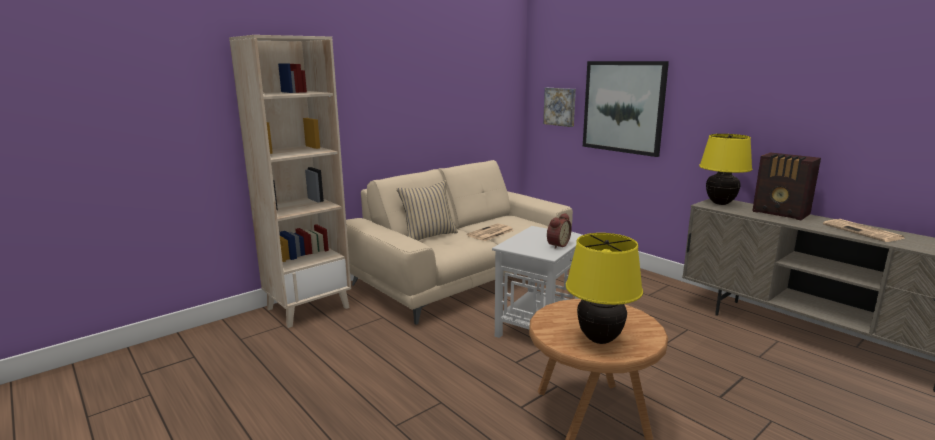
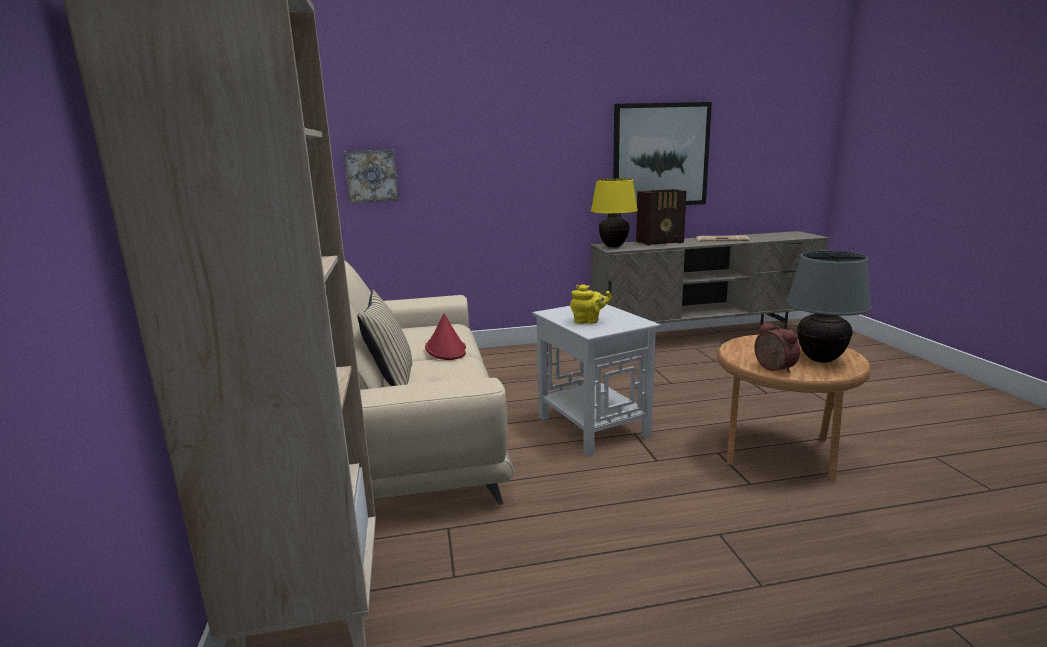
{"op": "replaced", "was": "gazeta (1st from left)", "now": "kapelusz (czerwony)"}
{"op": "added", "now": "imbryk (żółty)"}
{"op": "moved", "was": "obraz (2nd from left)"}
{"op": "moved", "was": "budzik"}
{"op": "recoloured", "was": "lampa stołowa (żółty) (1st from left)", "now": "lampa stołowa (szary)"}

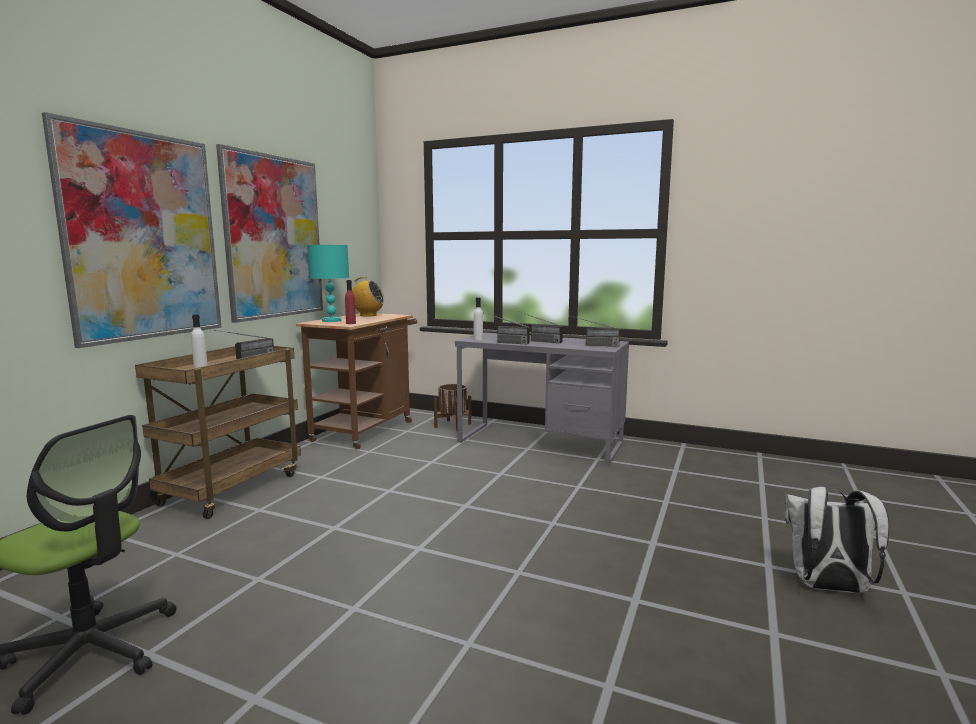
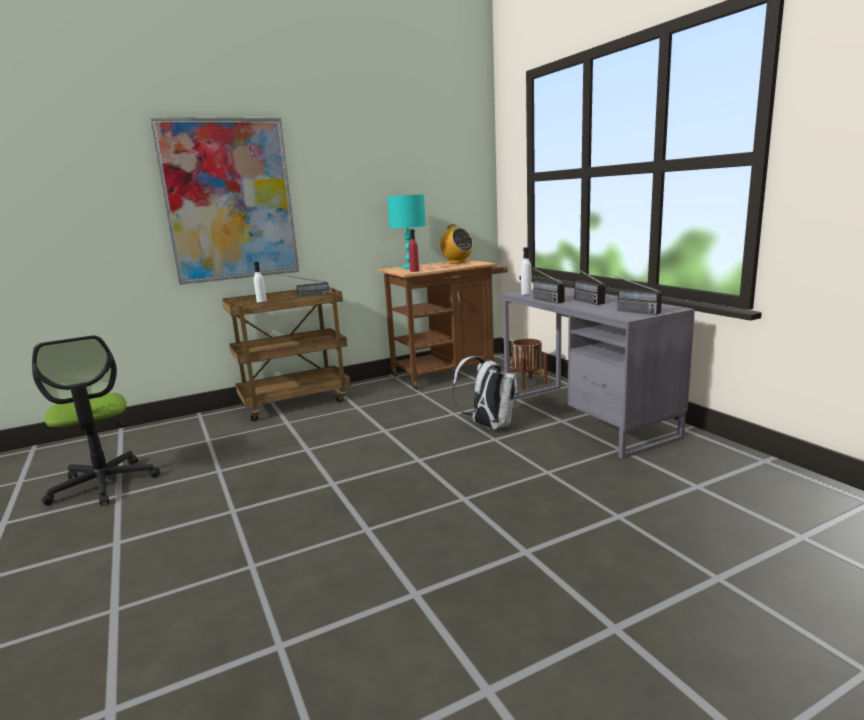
{"op": "moved", "was": "plecak (biały)"}
{"op": "removed", "was": "obraz (2nd from left)"}

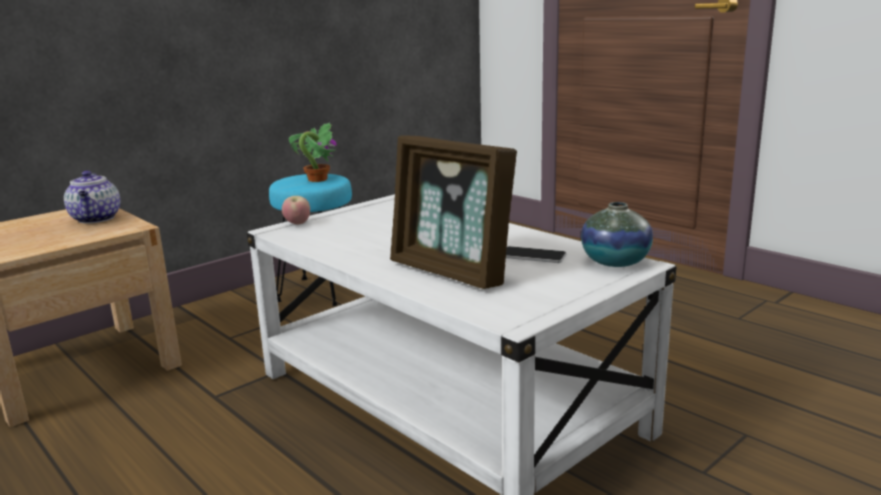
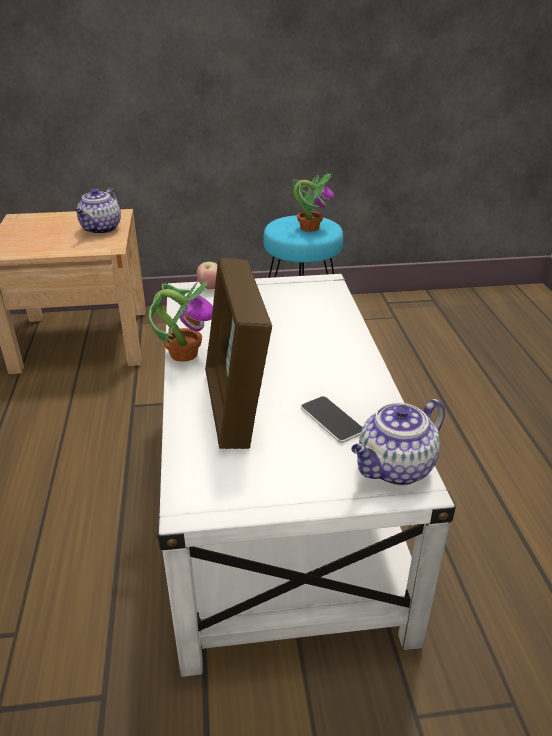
{"op": "added", "now": "roślina doniczkowa (1st from left)"}
{"op": "replaced", "was": "wazon", "now": "imbryk (2nd from left)"}

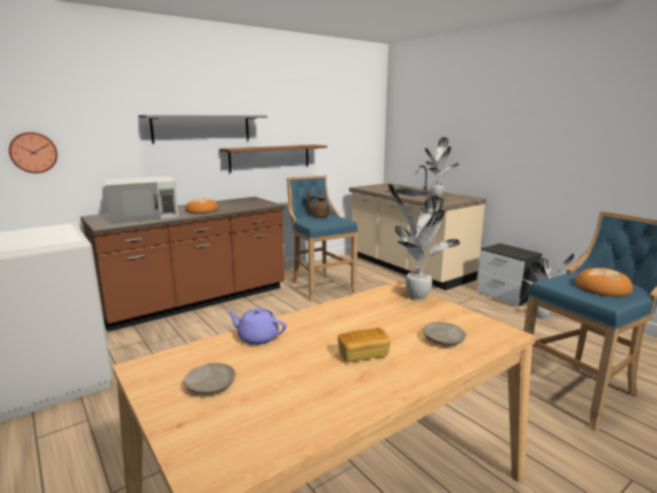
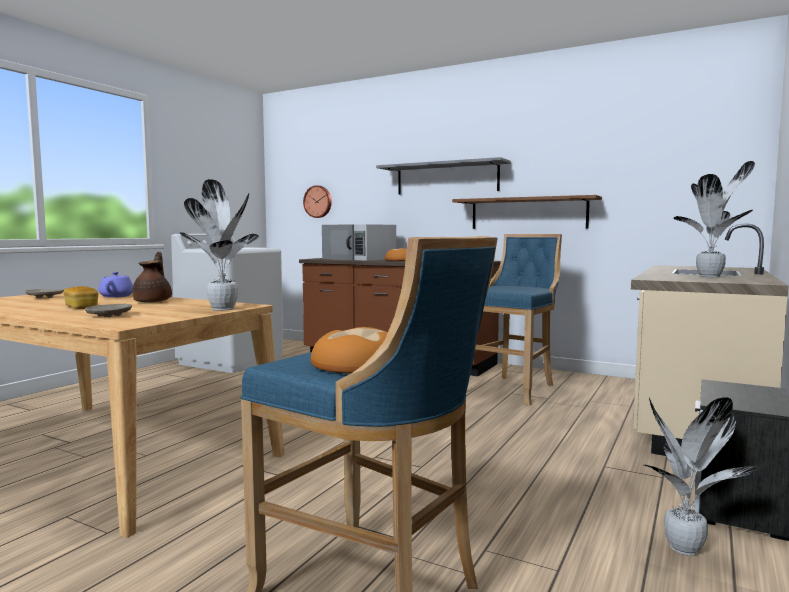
{"op": "moved", "was": "imbryk (brązowy)"}

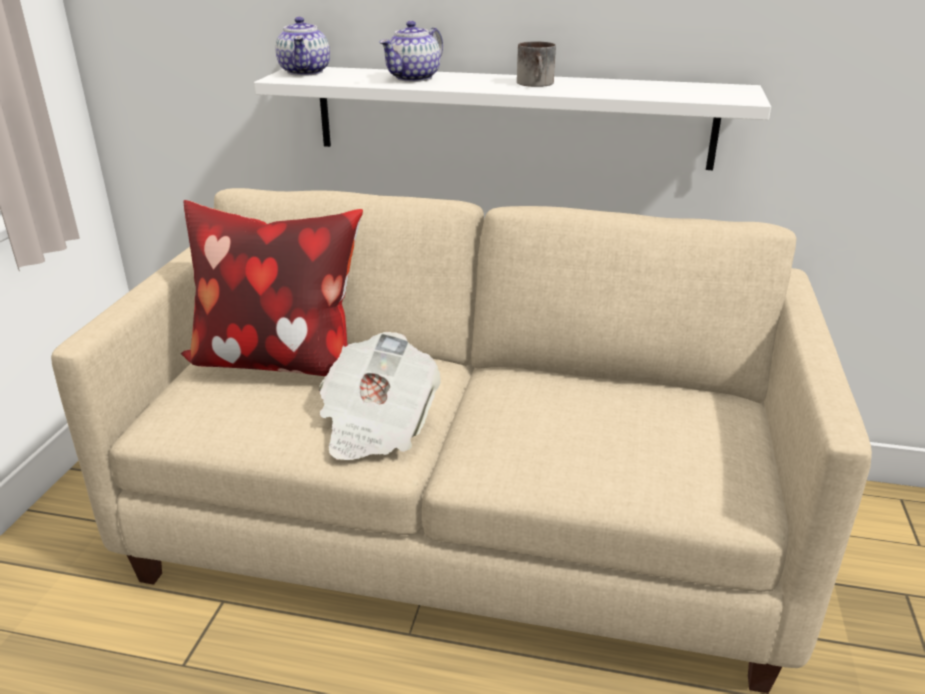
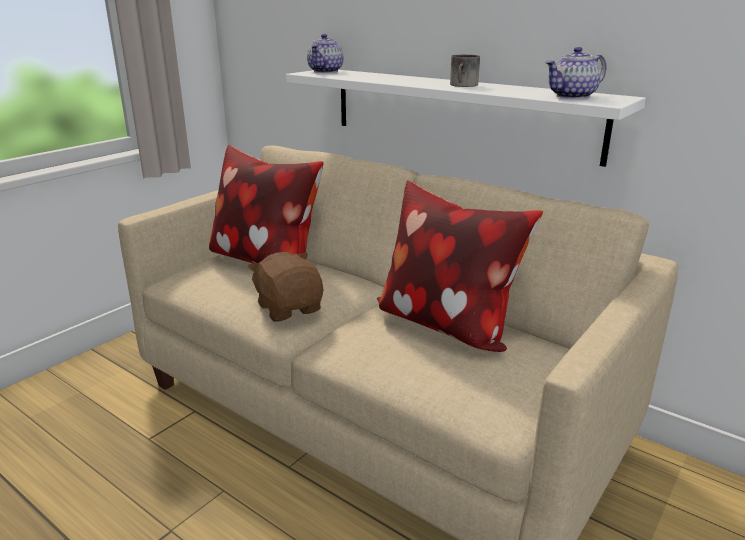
{"op": "replaced", "was": "gazeta", "now": "pluszak (brązowy)"}
{"op": "added", "now": "poduszka (2nd from left)"}
{"op": "moved", "was": "imbryk (2nd from left)"}

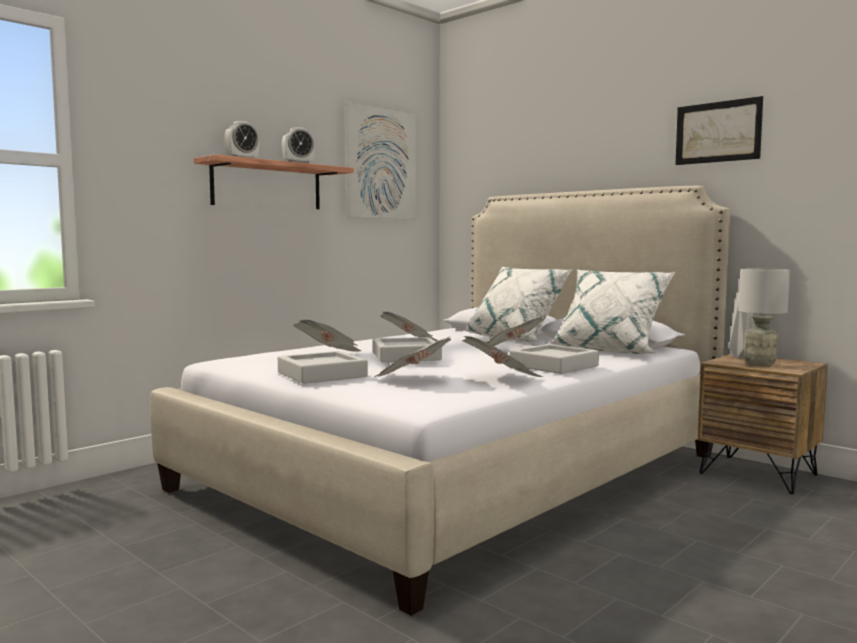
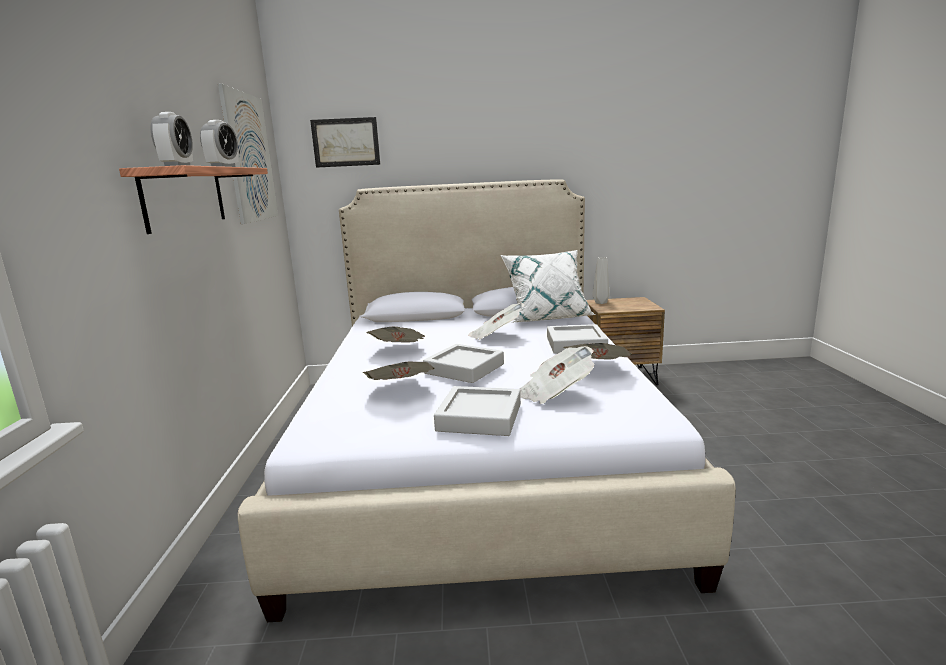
{"op": "moved", "was": "obraz (2nd from left)"}
{"op": "removed", "was": "poduszka (biały) (1st from left)"}
{"op": "removed", "was": "lampa stołowa (szary)"}

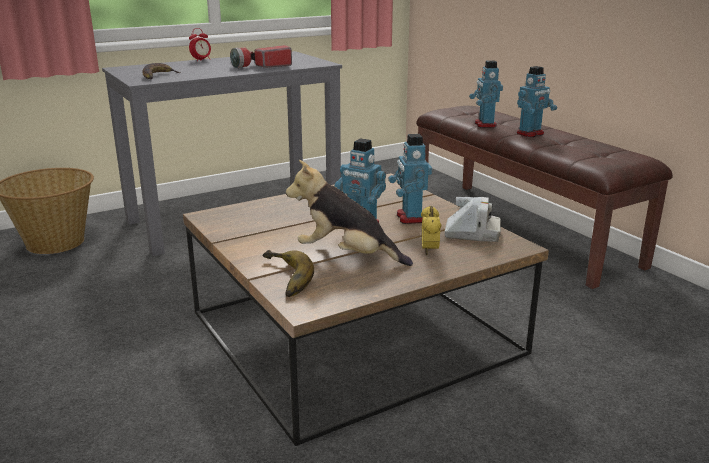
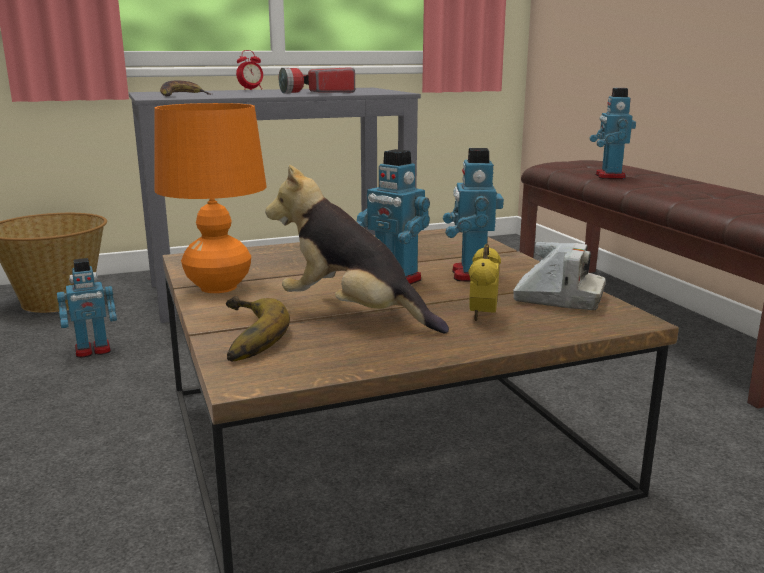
{"op": "moved", "was": "robot zabawkowy (4th from left in the first image)", "now": "robot zabawkowy (1st from left)"}
{"op": "added", "now": "lampa stołowa (pomarańczowy)"}

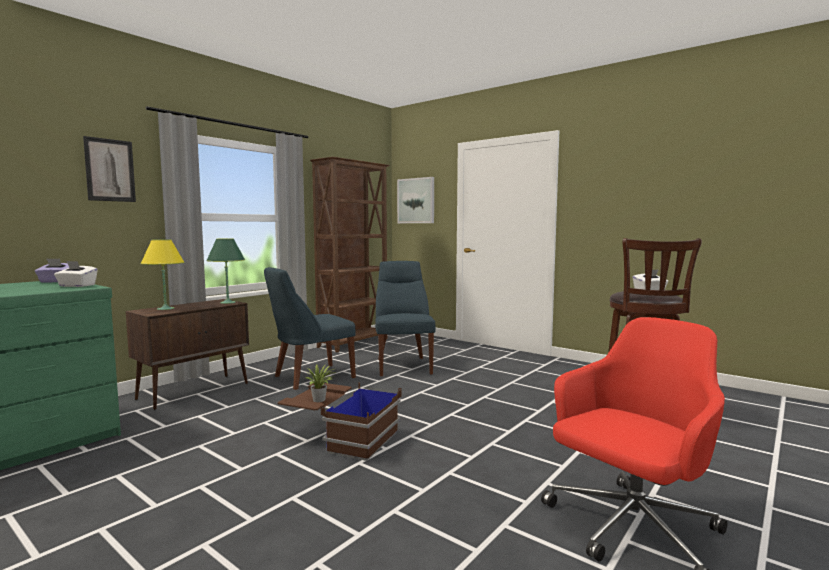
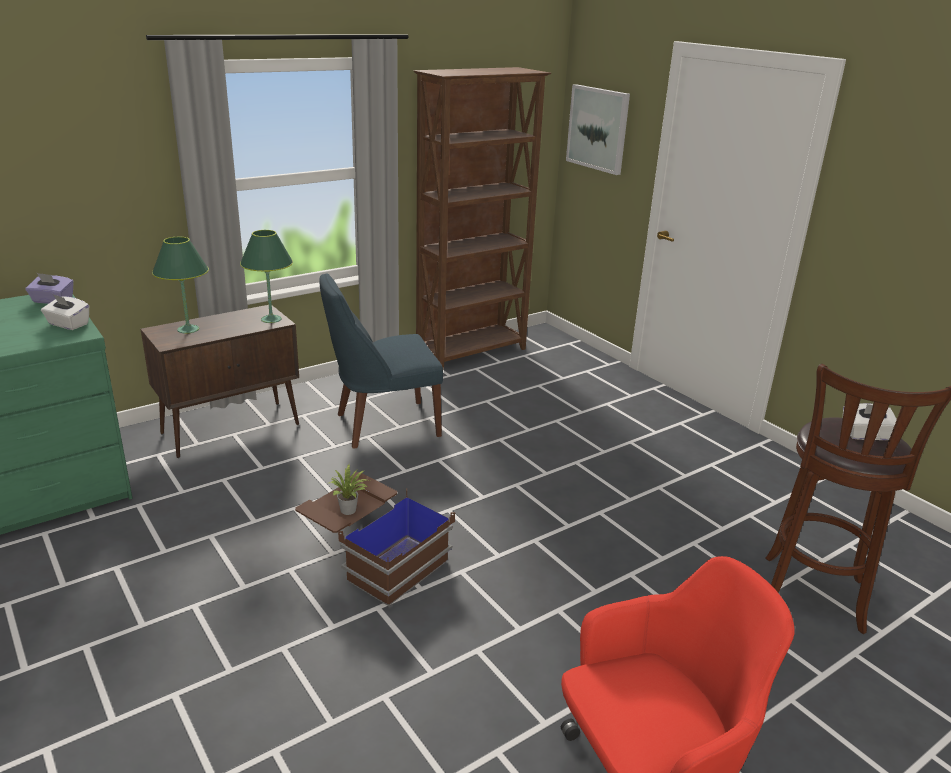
{"op": "recoloured", "was": "lampa stołowa (żółty)", "now": "lampa stołowa (zielony) (1st from left)"}
{"op": "removed", "was": "obraz (1st from left)"}
{"op": "removed", "was": "krzesło (niebieski) (2nd from left)"}

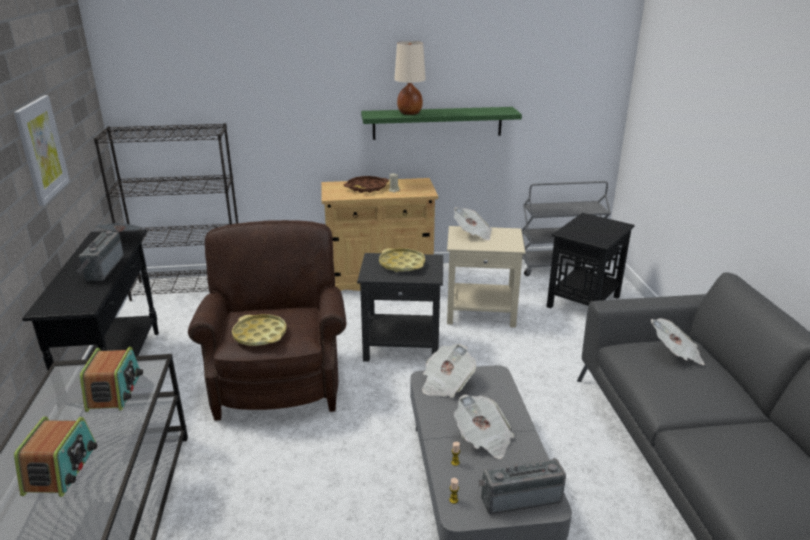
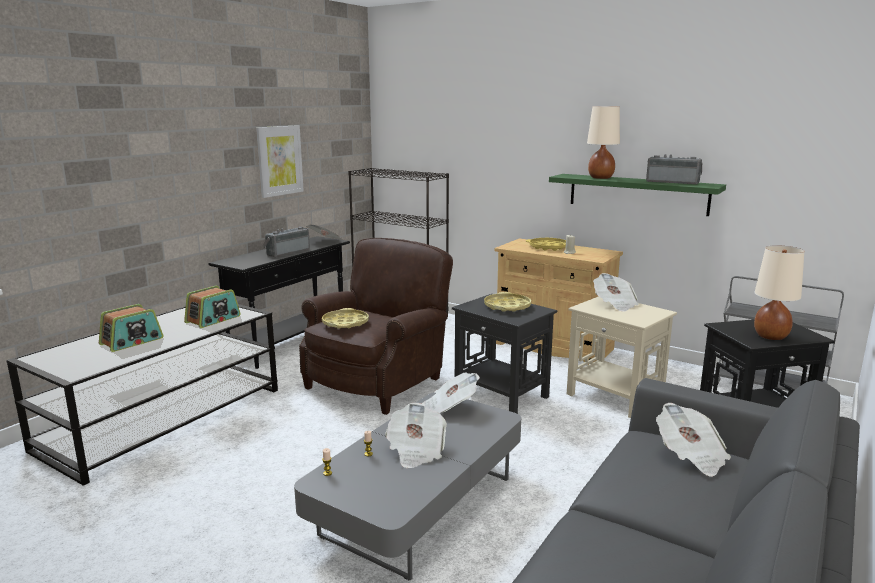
{"op": "recoloured", "was": "taca (brązowy)", "now": "taca (żółty) (3rd from left)"}
{"op": "moved", "was": "radio (4th from left)"}
{"op": "added", "now": "lampa stołowa (beżowy) (2nd from left)"}

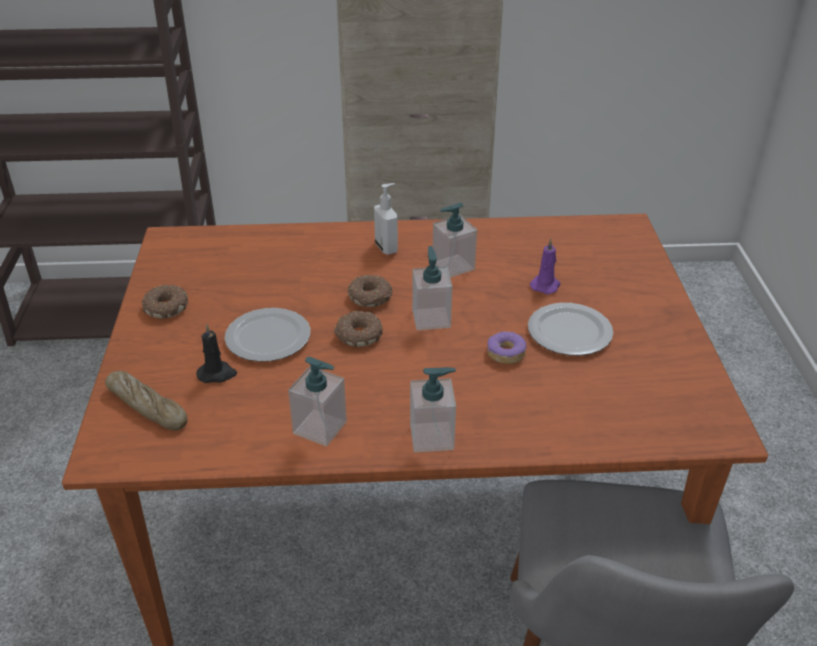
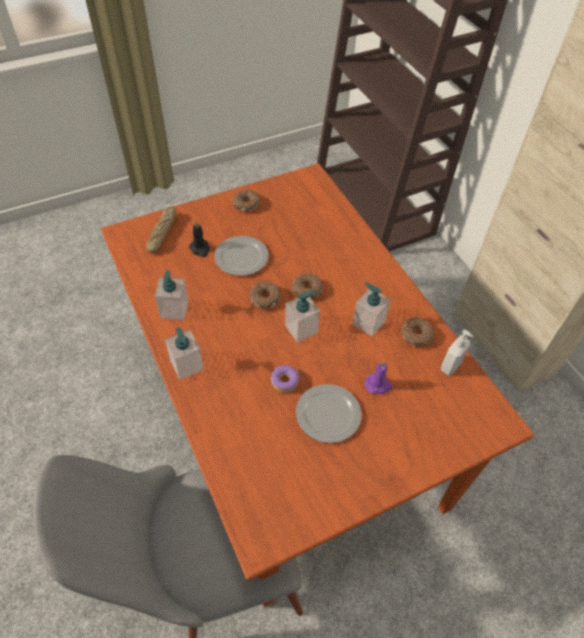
{"op": "added", "now": "donut (5th from left)"}
{"op": "moved", "was": "dozownik mydła (2nd from left in the first image)", "now": "dozownik mydła (5th from left)"}

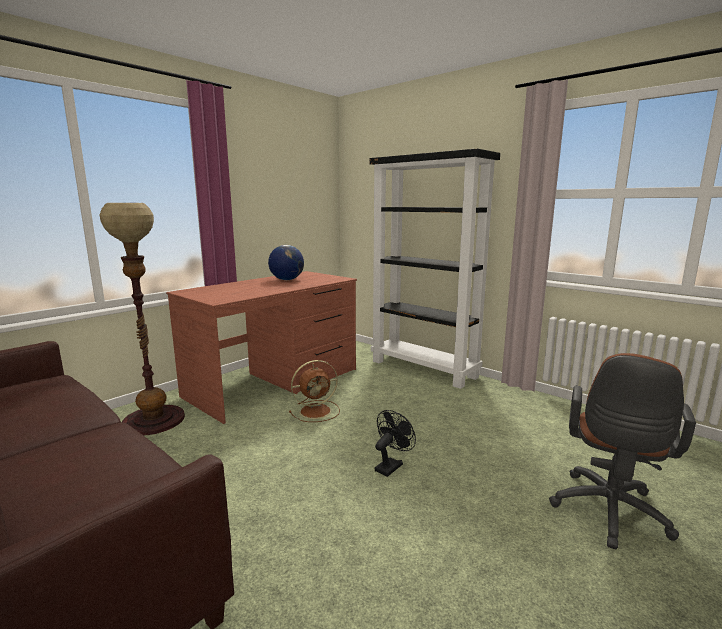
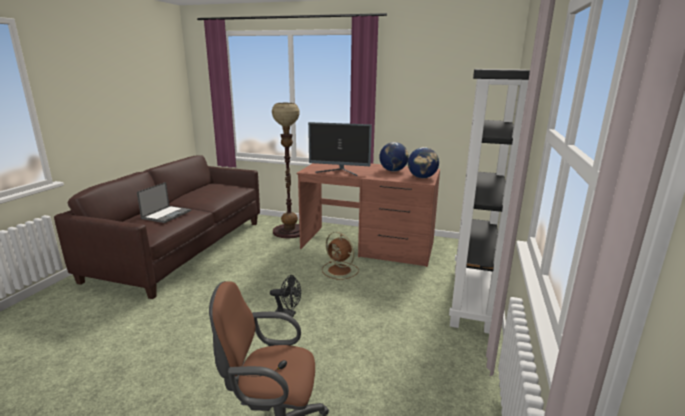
{"op": "added", "now": "laptop"}
{"op": "added", "now": "monitor"}
{"op": "added", "now": "globus (2nd from left)"}

